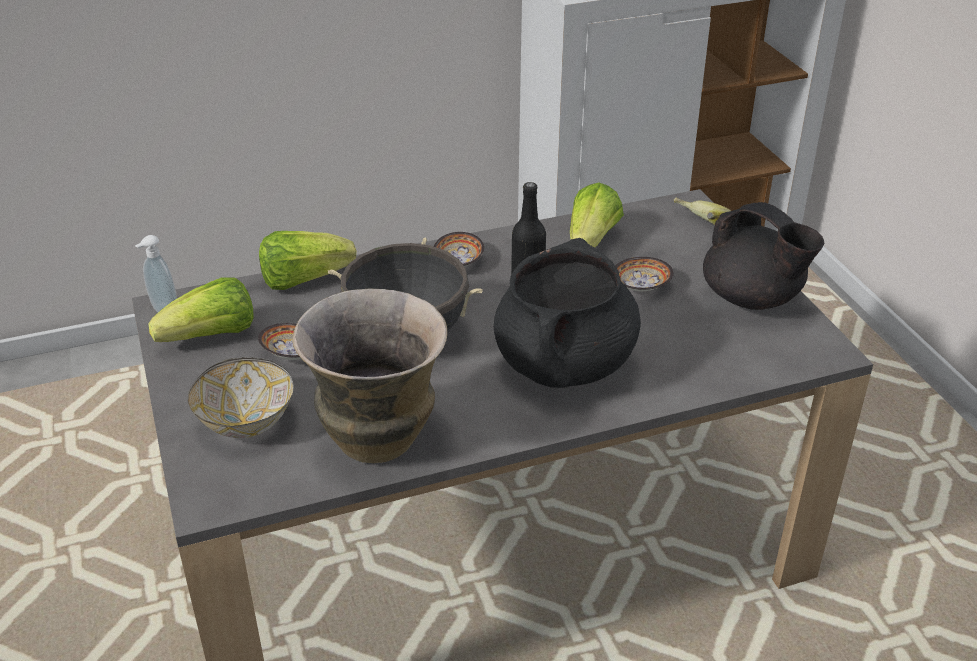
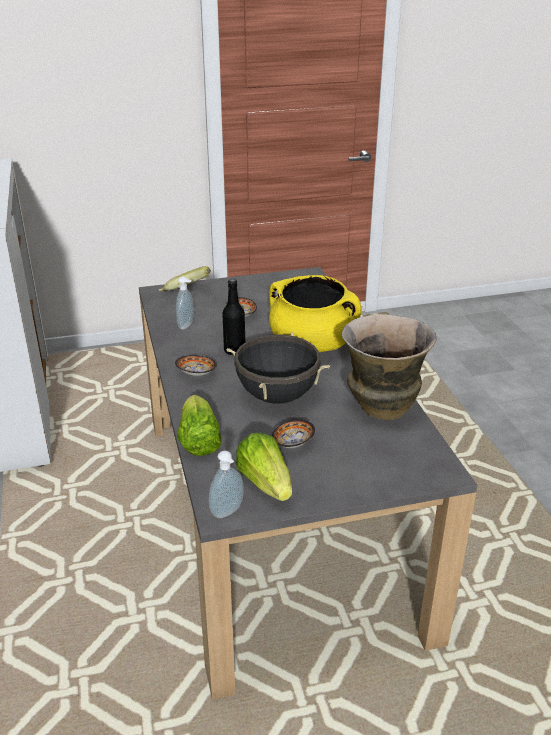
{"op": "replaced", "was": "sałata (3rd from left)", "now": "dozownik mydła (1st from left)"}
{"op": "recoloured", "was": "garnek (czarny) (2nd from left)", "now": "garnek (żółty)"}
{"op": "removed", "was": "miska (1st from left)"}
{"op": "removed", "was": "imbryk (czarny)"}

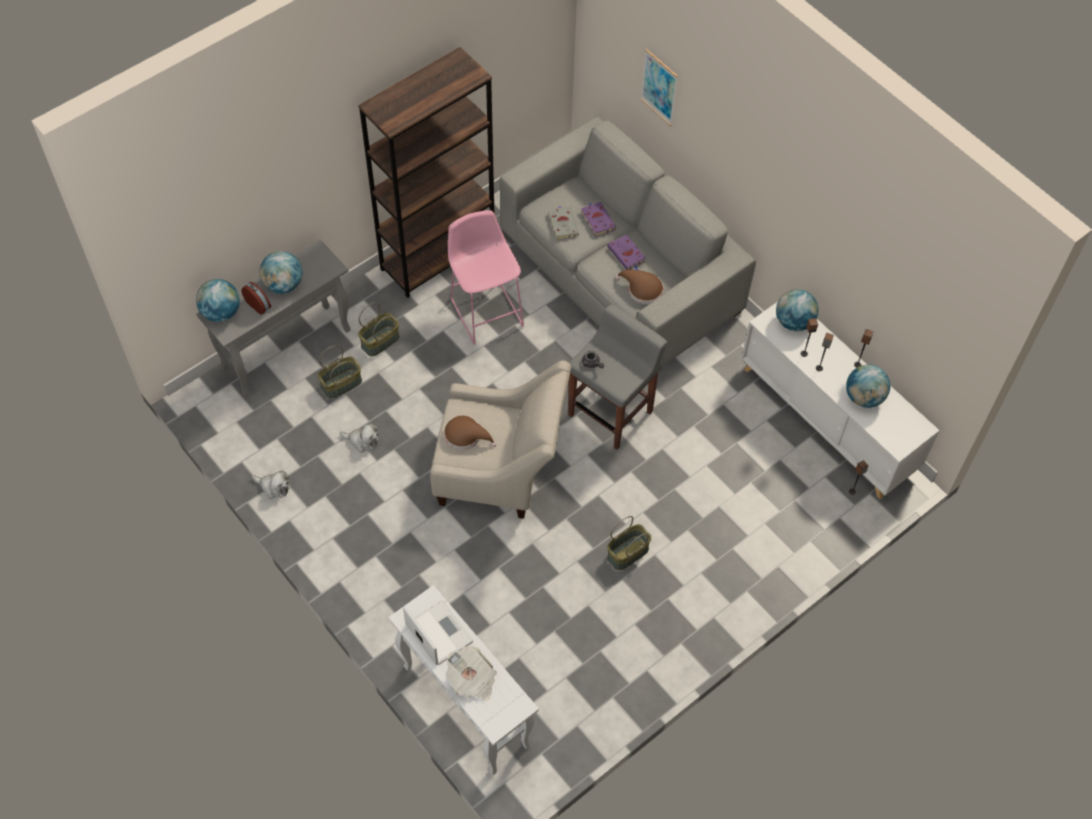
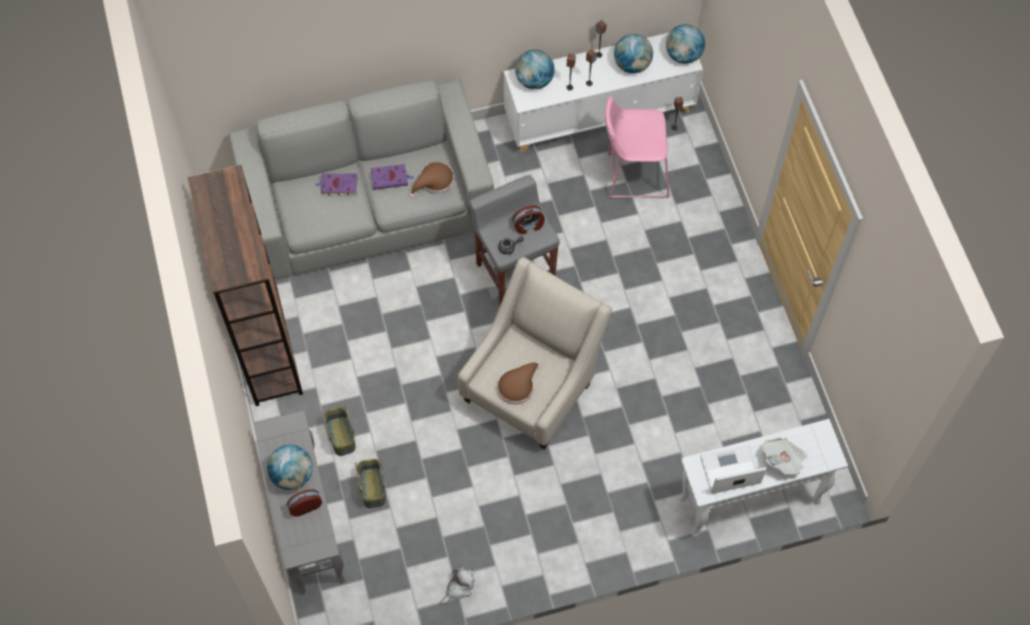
{"op": "added", "now": "budzik (2nd from left)"}
{"op": "moved", "was": "stołek (różowy)"}
{"op": "moved", "was": "globus (1st from left in the first image)", "now": "globus (4th from left)"}
{"op": "removed", "was": "pluszak (2nd from left)"}
{"op": "removed", "was": "książka (szary)"}
{"op": "removed", "was": "koszyk (3rd from left)"}
{"op": "removed", "was": "obraz"}

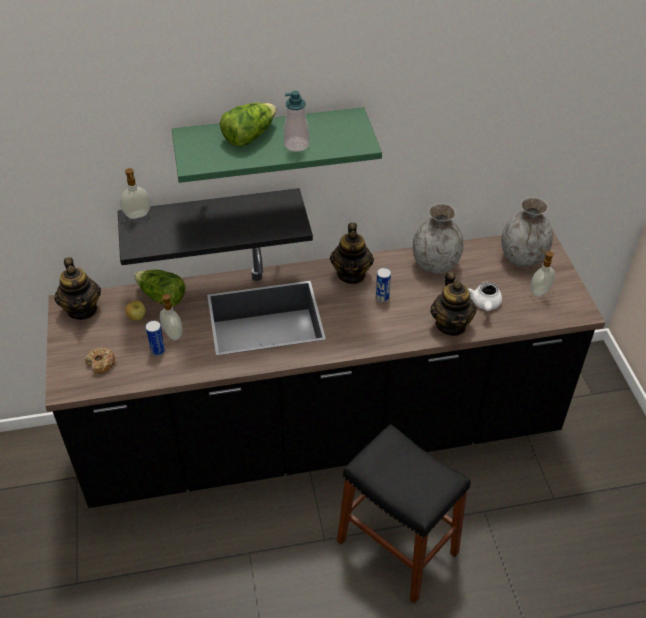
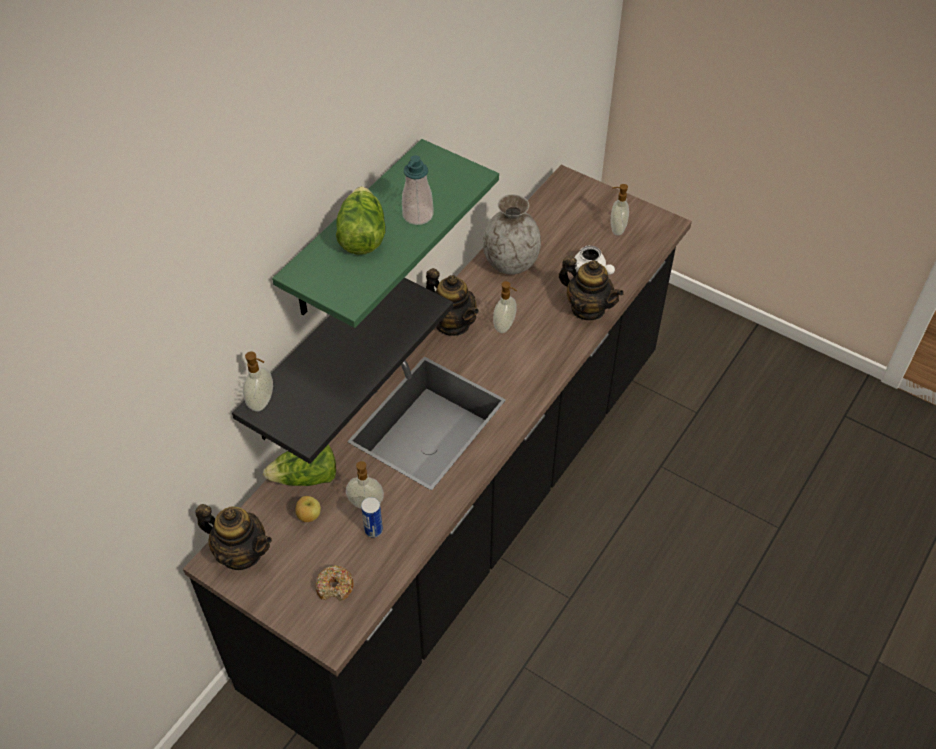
{"op": "replaced", "was": "puszka (2nd from left)", "now": "dozownik mydła (4th from left)"}
{"op": "removed", "was": "stołek (czarny)"}
{"op": "removed", "was": "wazon (szary) (2nd from left)"}

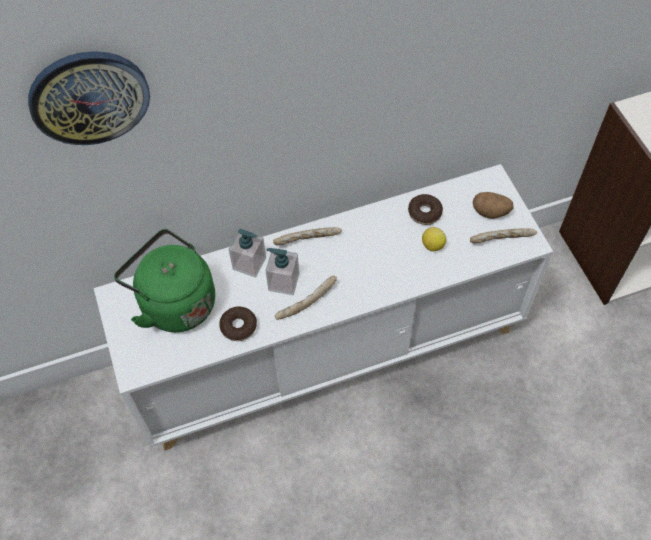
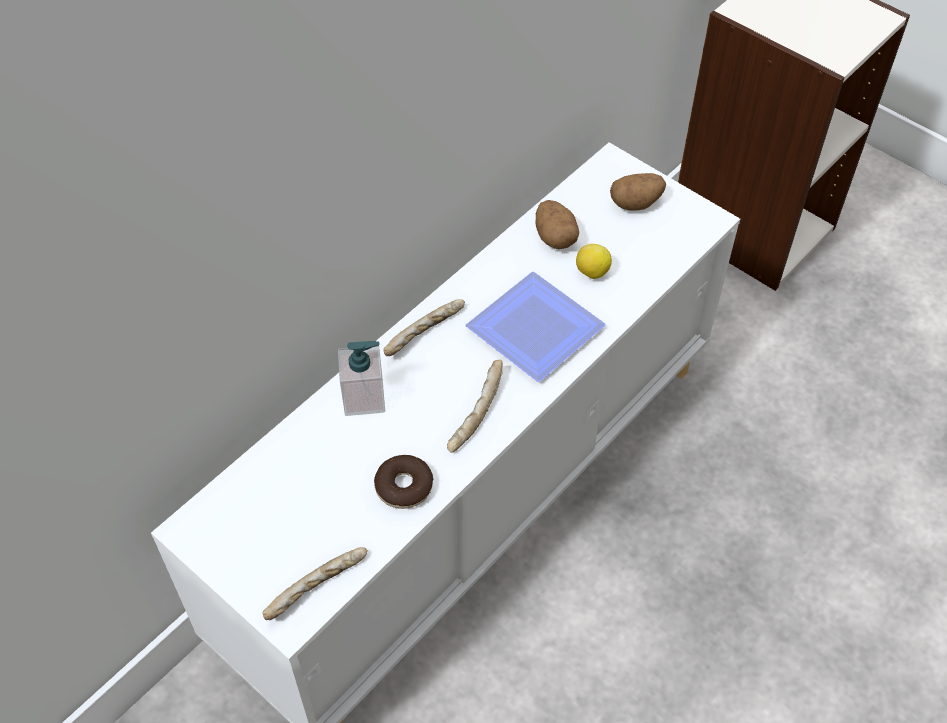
{"op": "moved", "was": "chleb (3rd from left in the first image)", "now": "chleb (1st from left)"}
{"op": "added", "now": "talerz"}
{"op": "replaced", "was": "donut (2nd from left)", "now": "ziemniak (1st from left)"}
{"op": "removed", "was": "zegar ścienny"}
{"op": "removed", "was": "czajnik (zielony)"}
{"op": "removed", "was": "dozownik mydła (2nd from left)"}

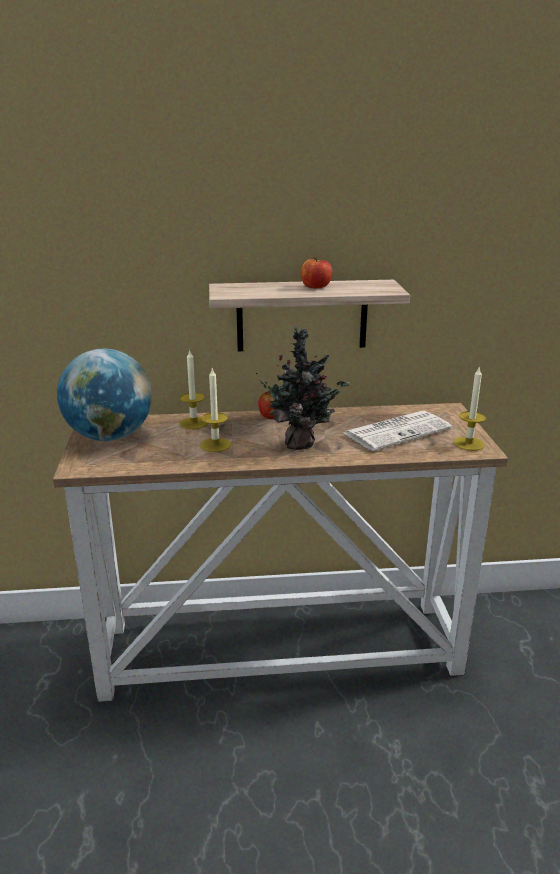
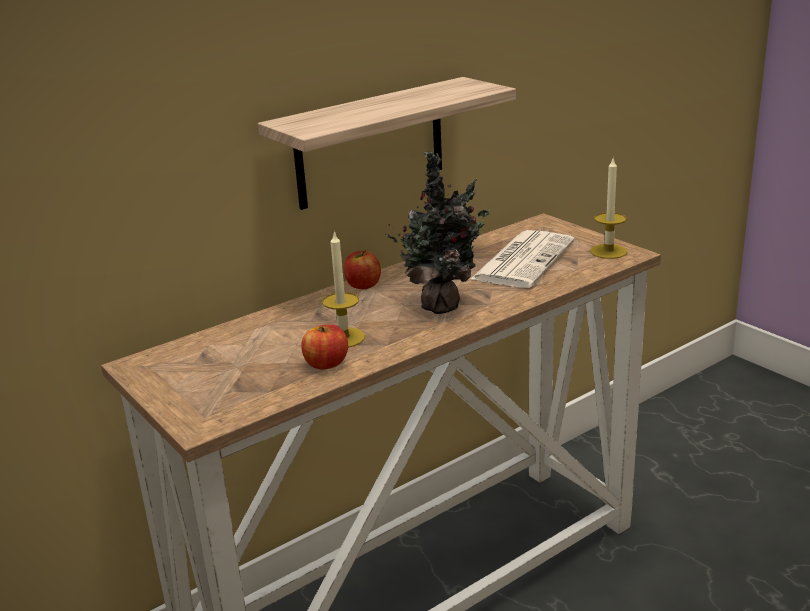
{"op": "moved", "was": "jabłko (2nd from left in the first image)", "now": "jabłko (1st from left)"}
{"op": "removed", "was": "globus"}
{"op": "removed", "was": "świeca (1st from left)"}

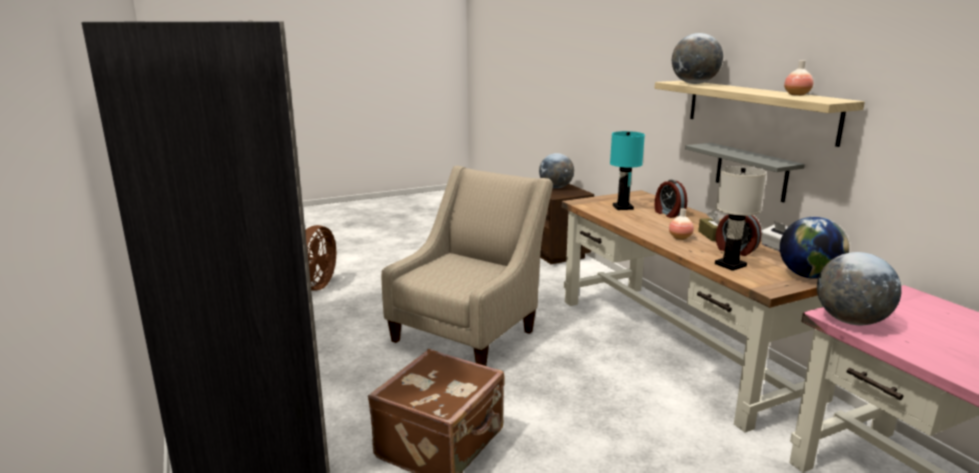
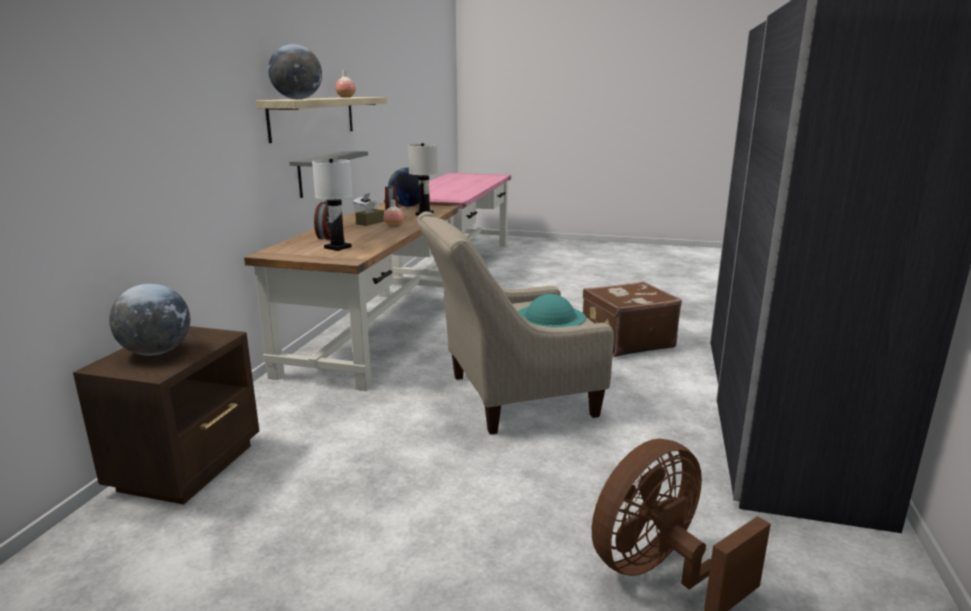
{"op": "recoloured", "was": "lampa stołowa (turkusowy)", "now": "lampa stołowa (biały) (1st from left)"}
{"op": "added", "now": "kapelusz (turkusowy)"}
{"op": "removed", "was": "globus (4th from left)"}

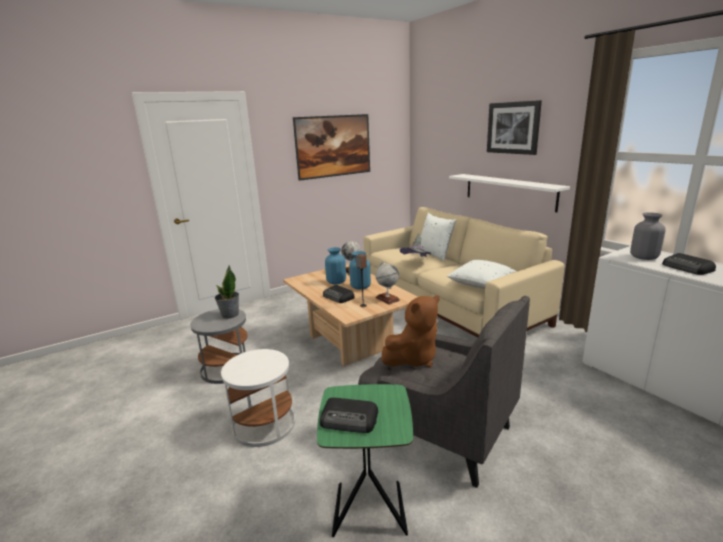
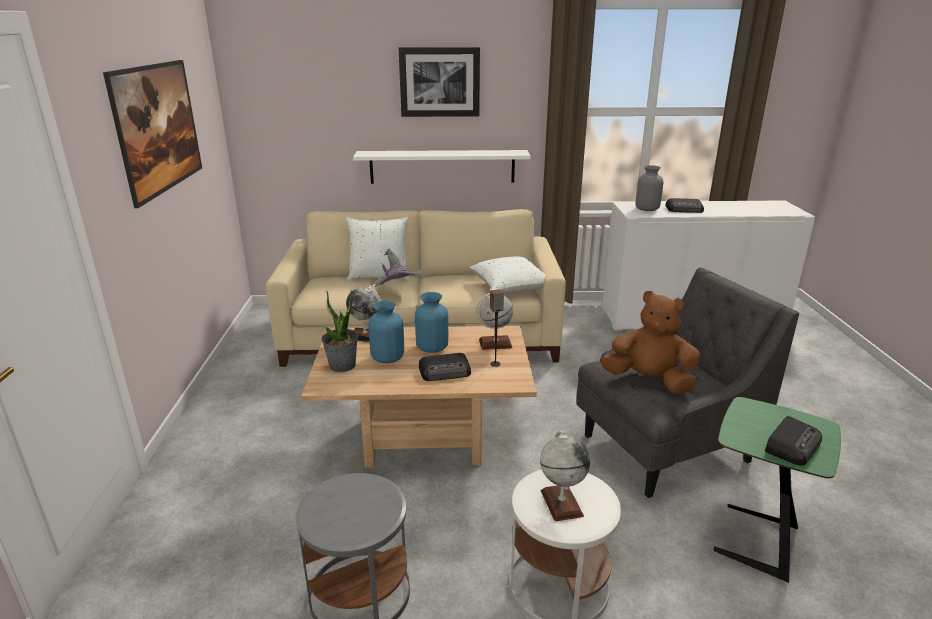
{"op": "moved", "was": "roślina doniczkowa"}
{"op": "added", "now": "globus (3rd from left)"}
{"op": "turned", "was": "pluszak (brązowy)", "clockwise": -60}

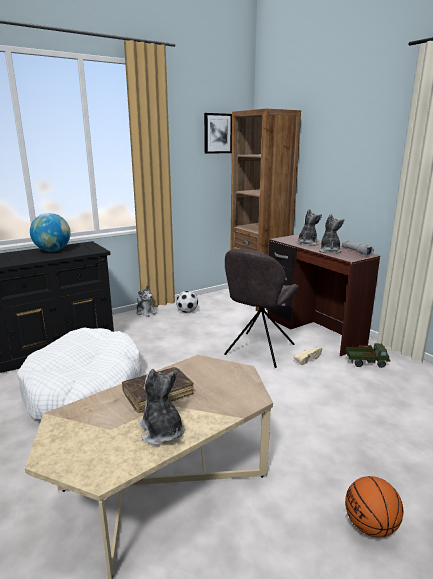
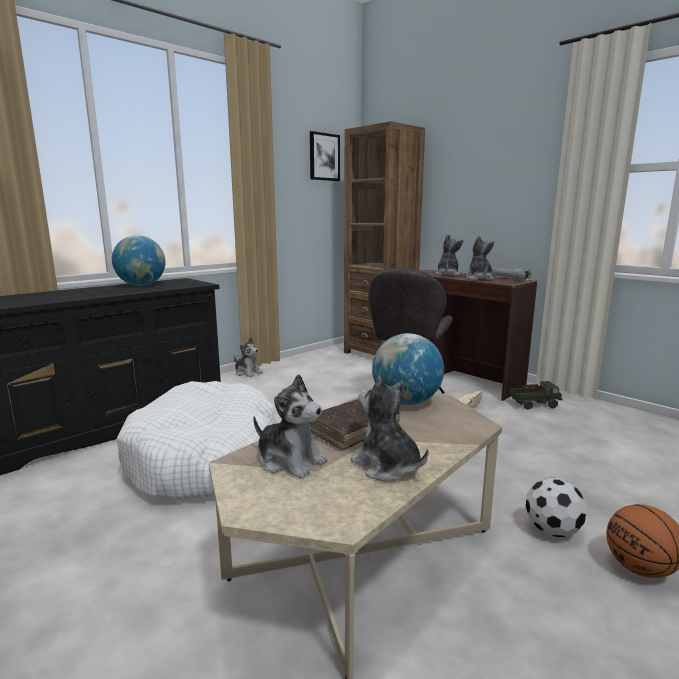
{"op": "added", "now": "pluszak (2nd from left)"}
{"op": "added", "now": "globus (2nd from left)"}
{"op": "moved", "was": "piłka futbolowa"}

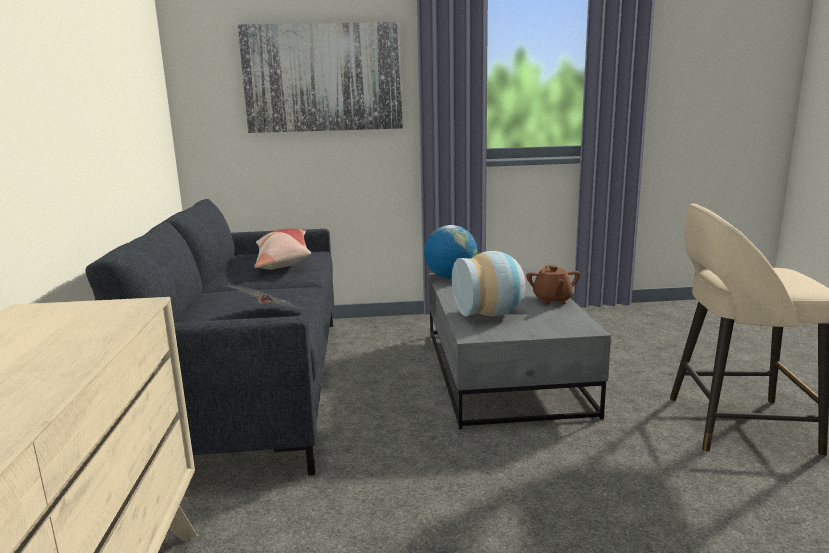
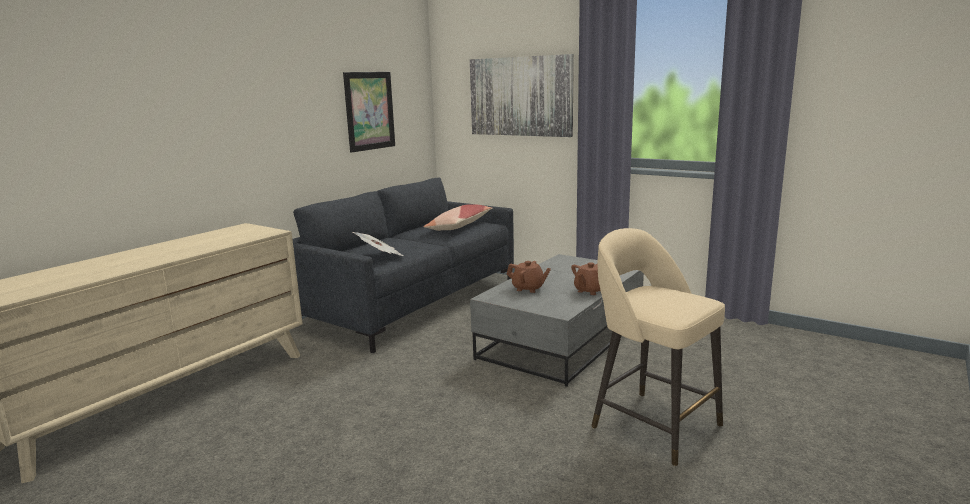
{"op": "added", "now": "obraz (1st from left)"}
{"op": "replaced", "was": "wazon", "now": "imbryk (brązowy) (1st from left)"}
{"op": "removed", "was": "globus"}

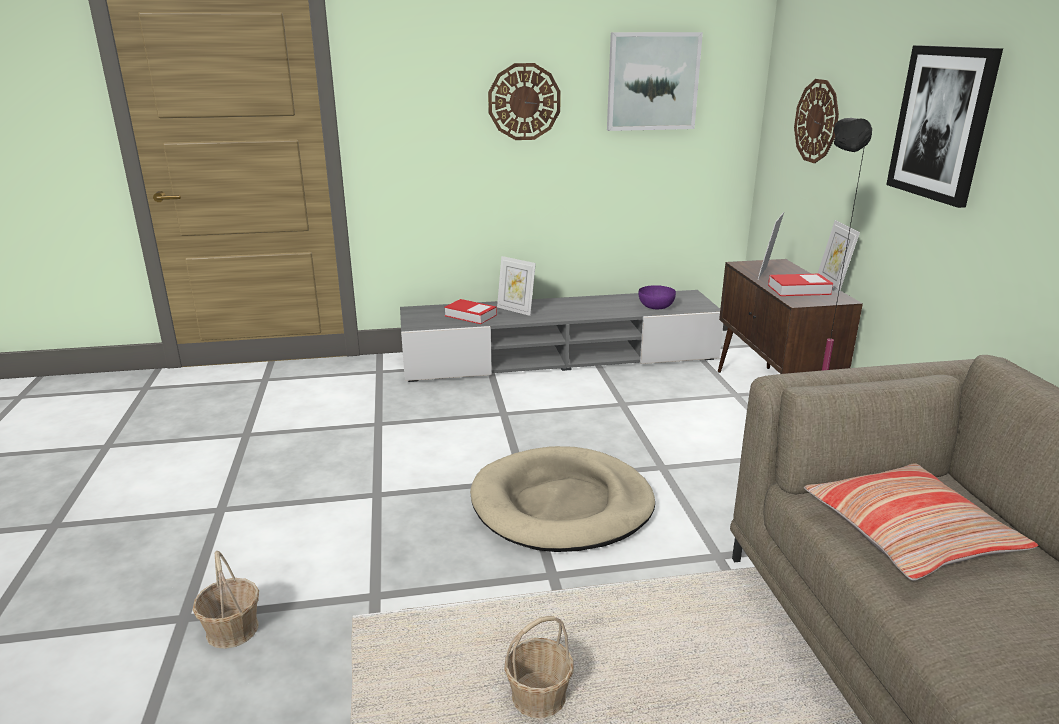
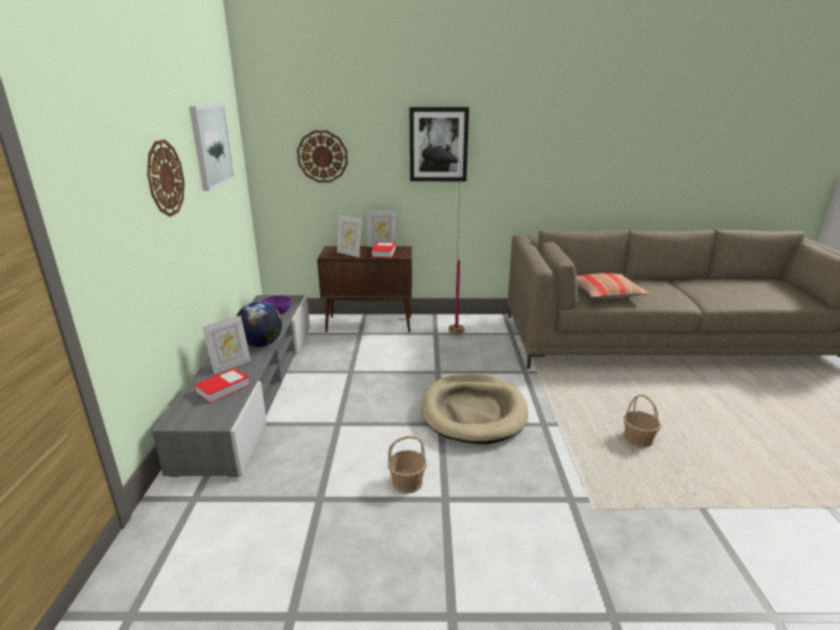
{"op": "added", "now": "globus"}
{"op": "moved", "was": "koszyk (1st from left)"}

